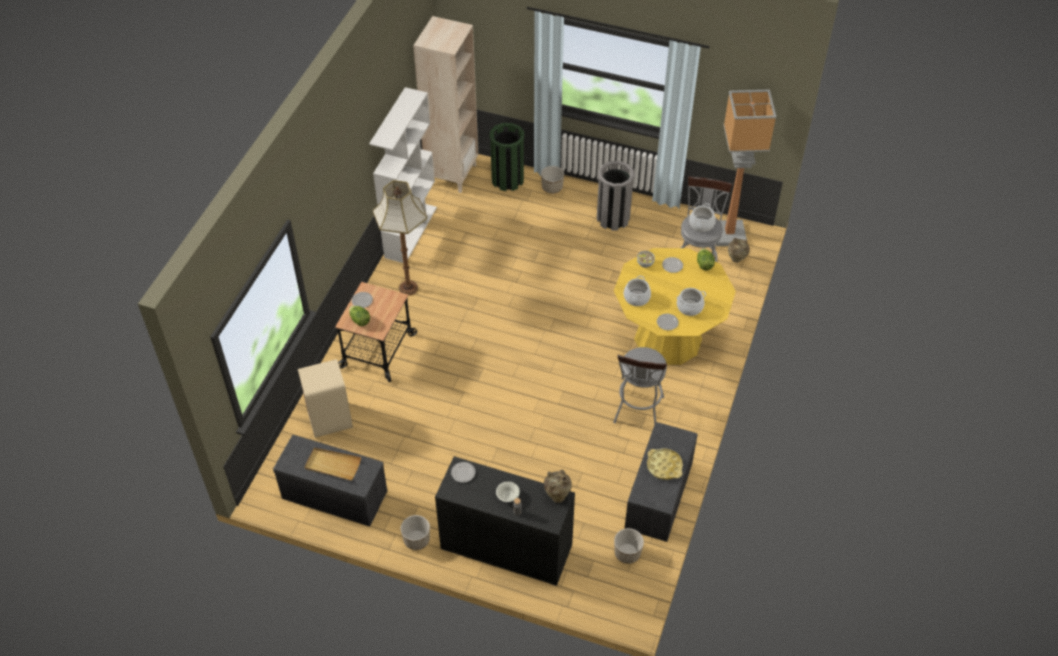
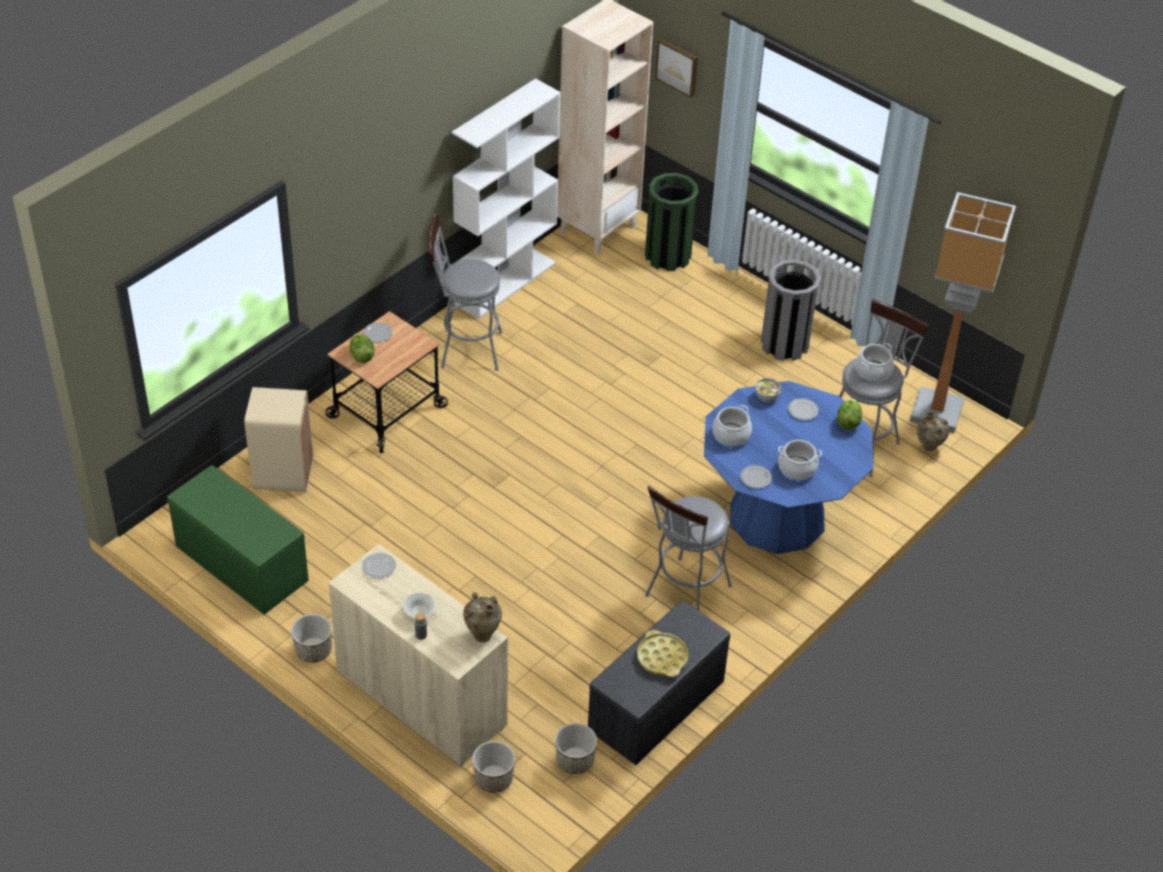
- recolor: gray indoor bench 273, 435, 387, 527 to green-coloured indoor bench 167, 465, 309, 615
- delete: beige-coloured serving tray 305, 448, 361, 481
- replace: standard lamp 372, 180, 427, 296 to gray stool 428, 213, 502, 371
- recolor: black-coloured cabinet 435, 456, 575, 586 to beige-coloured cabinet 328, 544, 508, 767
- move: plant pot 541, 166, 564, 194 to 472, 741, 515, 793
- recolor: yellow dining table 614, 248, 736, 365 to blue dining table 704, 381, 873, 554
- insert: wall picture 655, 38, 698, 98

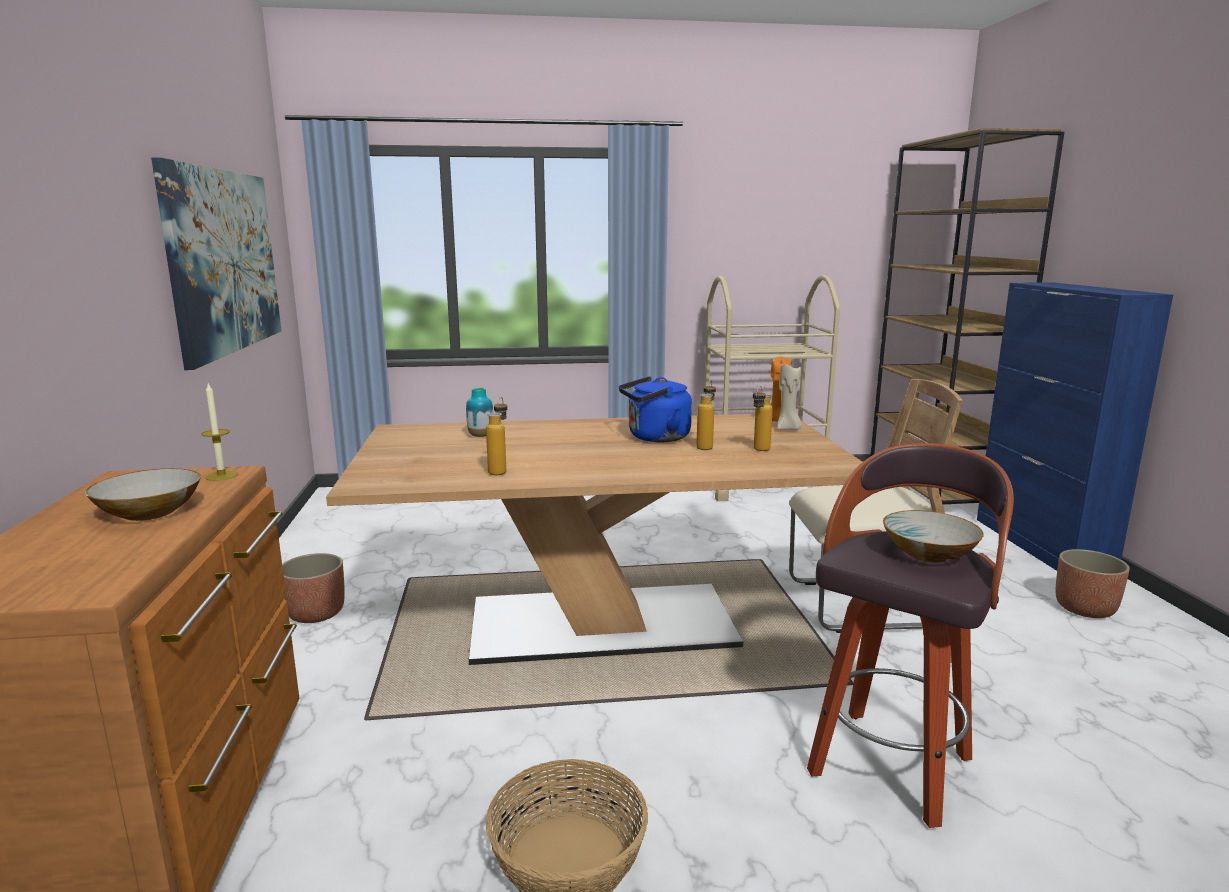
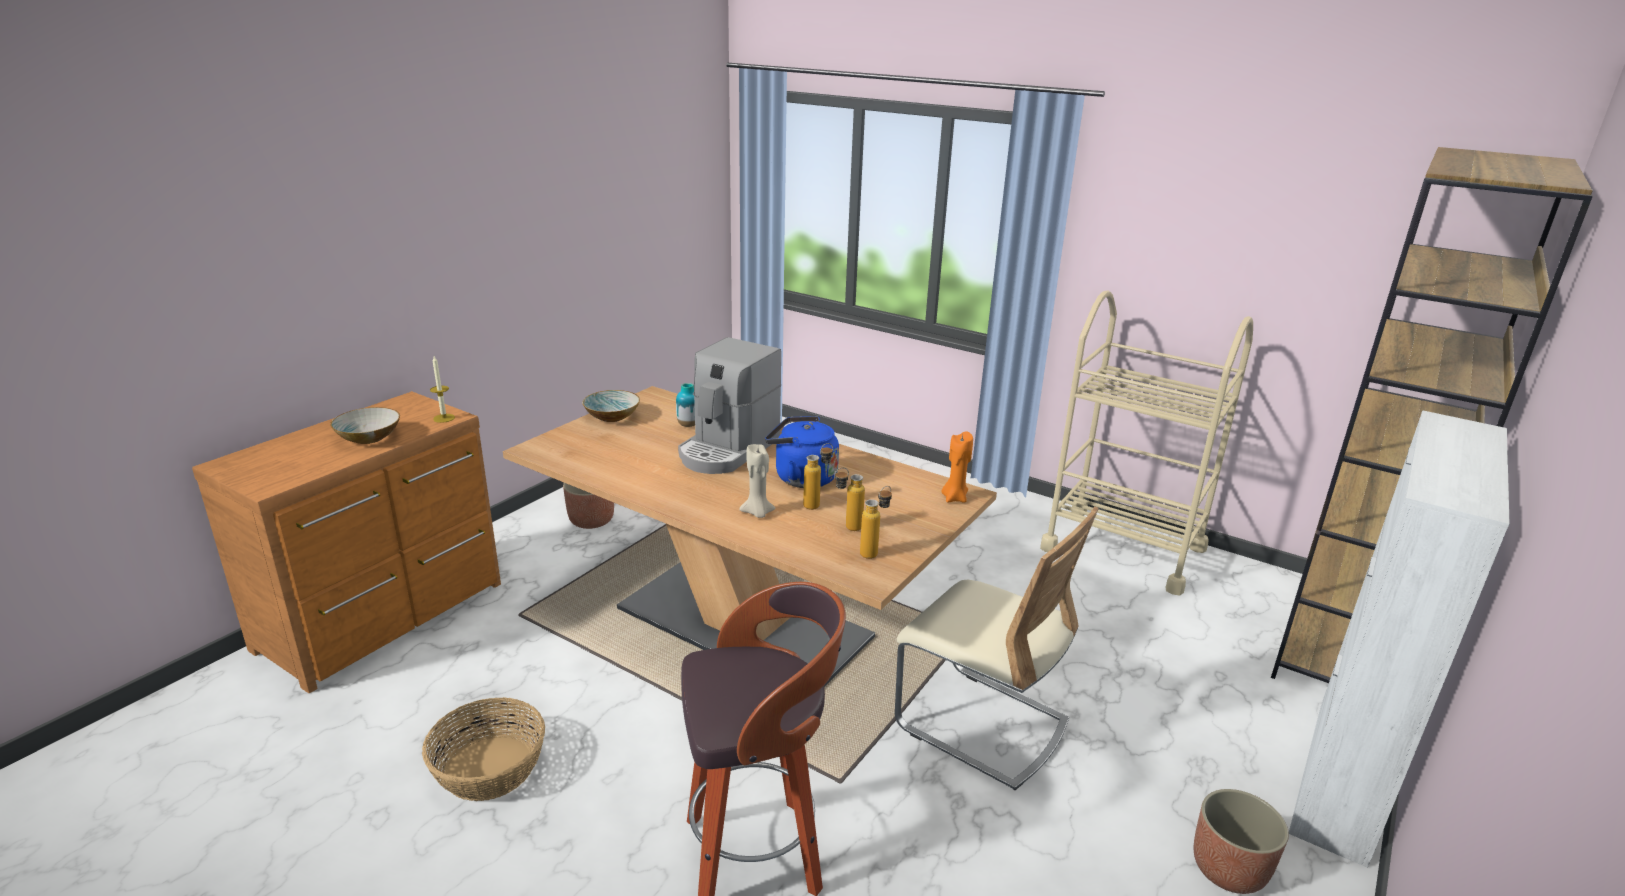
- delete: wall picture 151, 158, 281, 370
- move: beverage bottle 486, 397, 507, 475 to 860, 486, 892, 559
- move: beige-coloured wax candle 776, 364, 802, 430 to 739, 444, 775, 518
- move: serving bowl 883, 510, 984, 562 to 582, 390, 640, 422
- recolor: blue cabinet 977, 282, 1173, 571 to white-coloured cabinet 1289, 410, 1510, 868
- insert: coffee brewer 678, 337, 781, 474

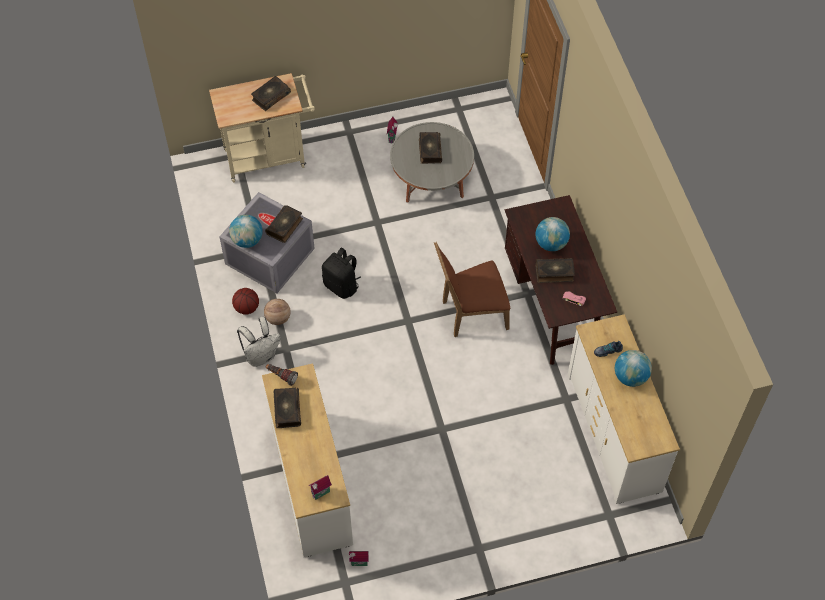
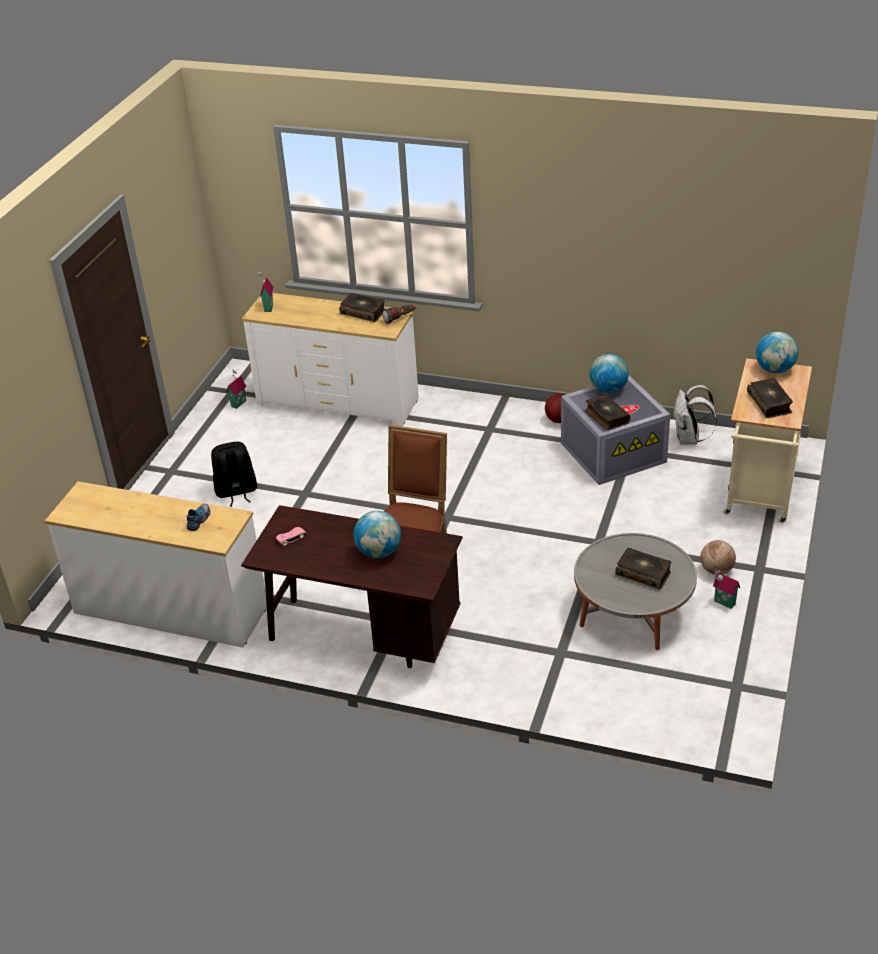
- move: white-coloured rucksack 237, 317, 280, 367 to 673, 385, 717, 445
- move: basketball 264, 299, 291, 325 to 700, 540, 736, 575
- move: black-coloured rucksack 322, 248, 361, 299 to 211, 442, 257, 507
- delete: bound book 536, 258, 575, 283
- move: globe 615, 350, 652, 387 to 756, 332, 798, 374

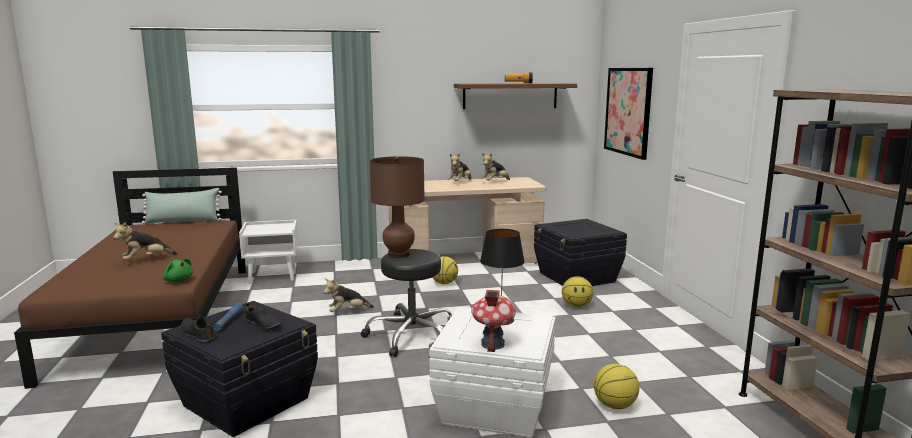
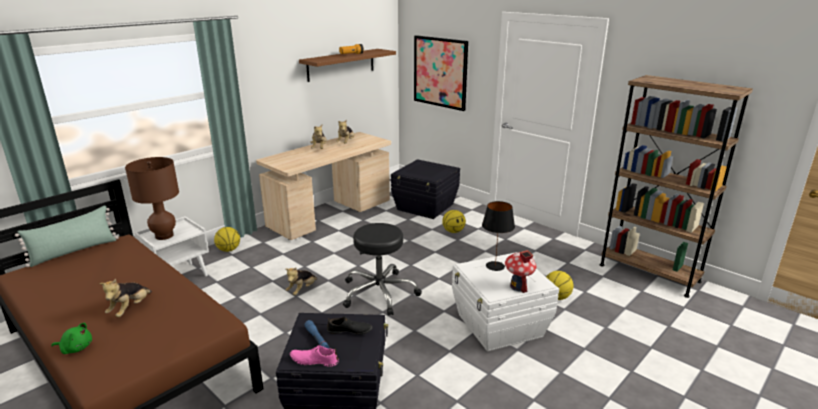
- move: green-coloured plush toy 163, 258, 193, 282 to 51, 322, 92, 354
- recolor: black-coloured shoe 180, 318, 214, 343 to pink-coloured shoe 290, 345, 338, 366
- move: brown-coloured tabletop lamp 369, 156, 425, 258 to 125, 157, 179, 240
- move: basketball 432, 256, 458, 284 to 214, 227, 240, 252

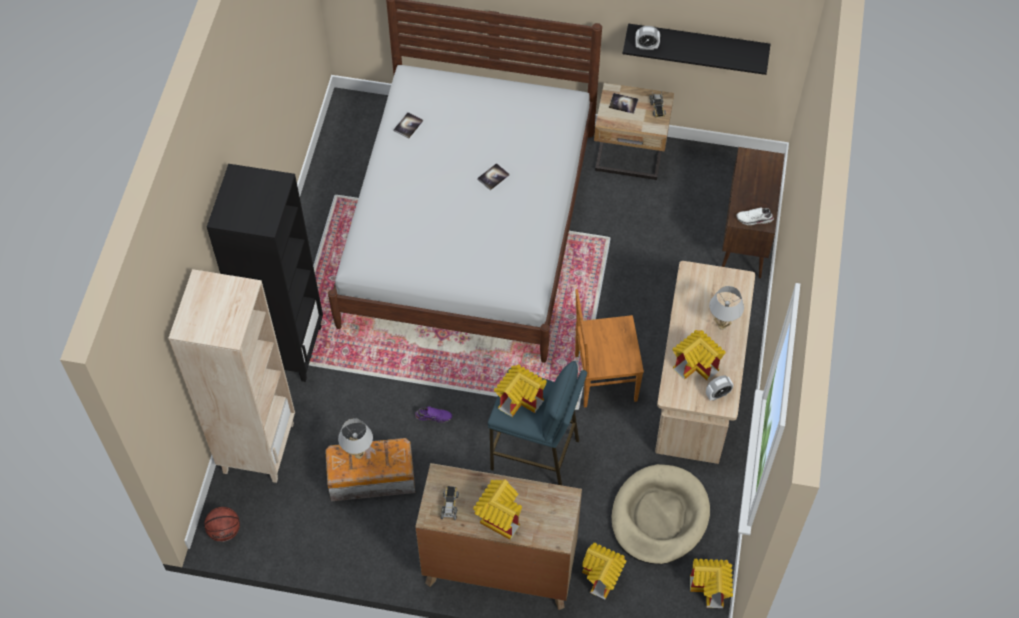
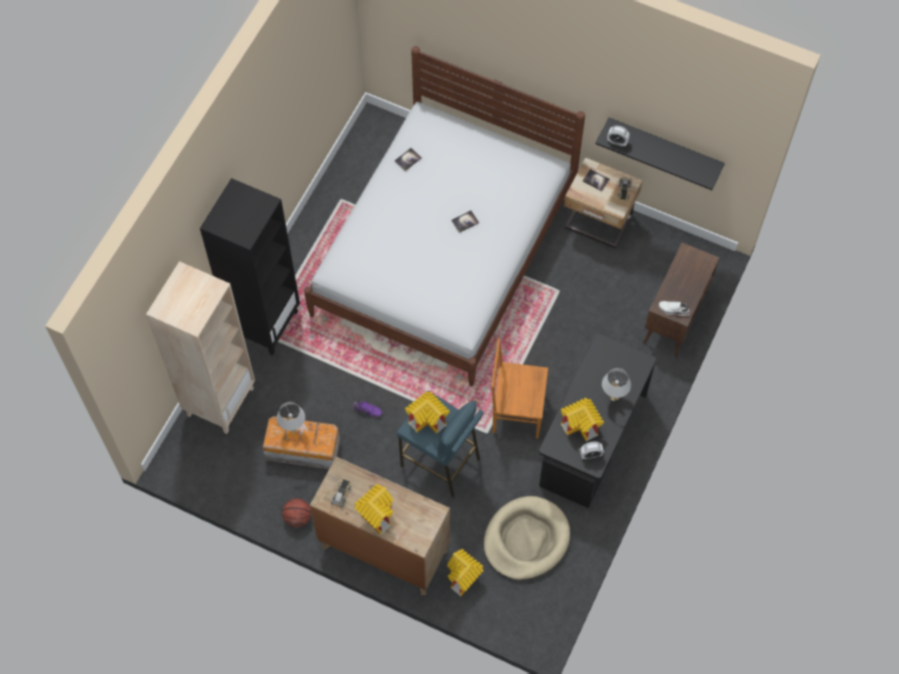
- move: basketball 204, 507, 240, 542 to 282, 498, 311, 527
- recolor: beige-coloured desk unit 655, 261, 755, 464 to black-coloured desk unit 539, 333, 656, 508
- delete: toy house 690, 559, 733, 608

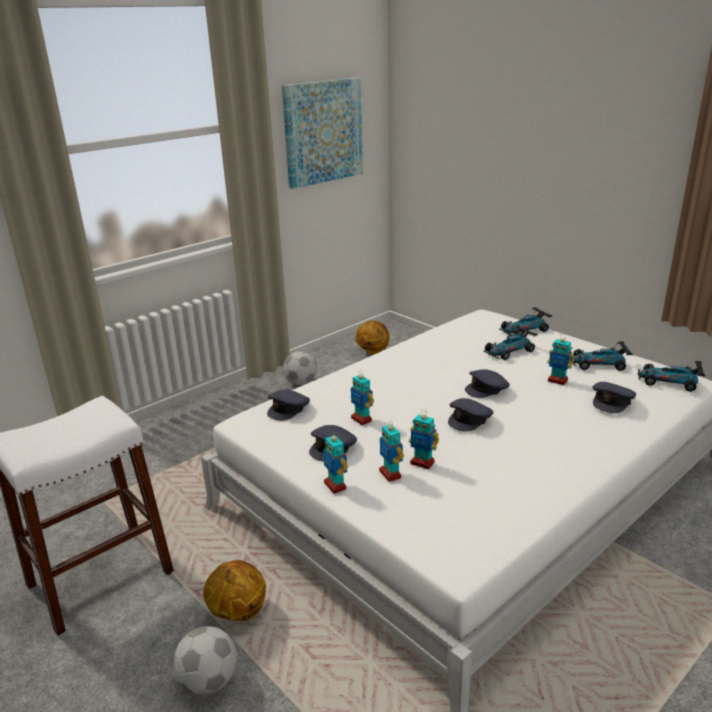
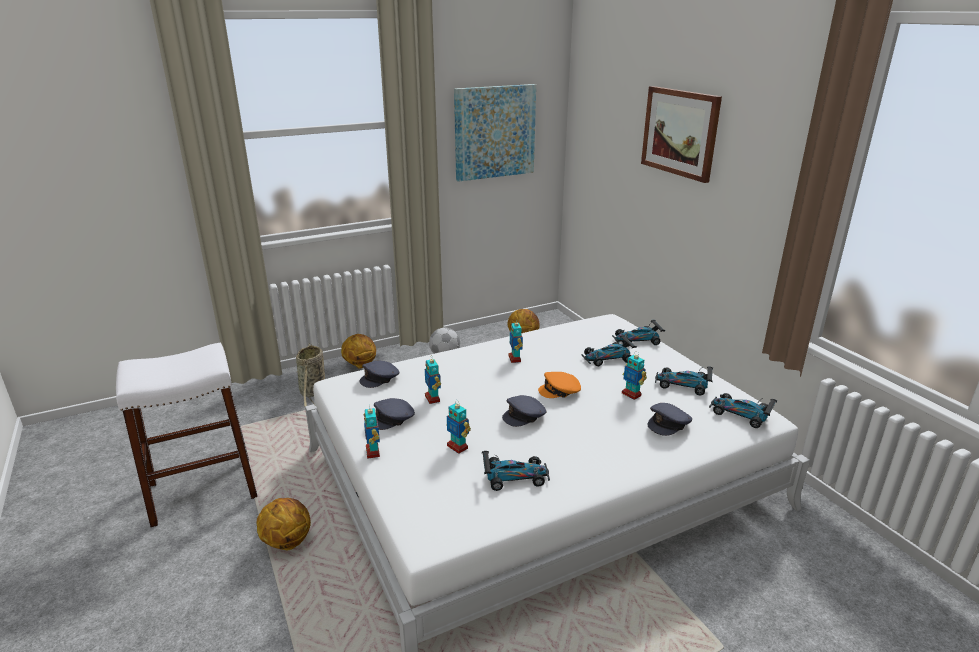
- delete: football ball 173, 626, 237, 695
- move: toy robot 379, 420, 404, 482 to 509, 322, 523, 363
- recolor: gray cap 465, 369, 510, 398 to orange-coloured cap 538, 372, 581, 398
- insert: household basket 296, 343, 325, 407
- insert: basketball 341, 334, 376, 369
- insert: miniature car 482, 451, 550, 491
- insert: wall picture 641, 86, 722, 183

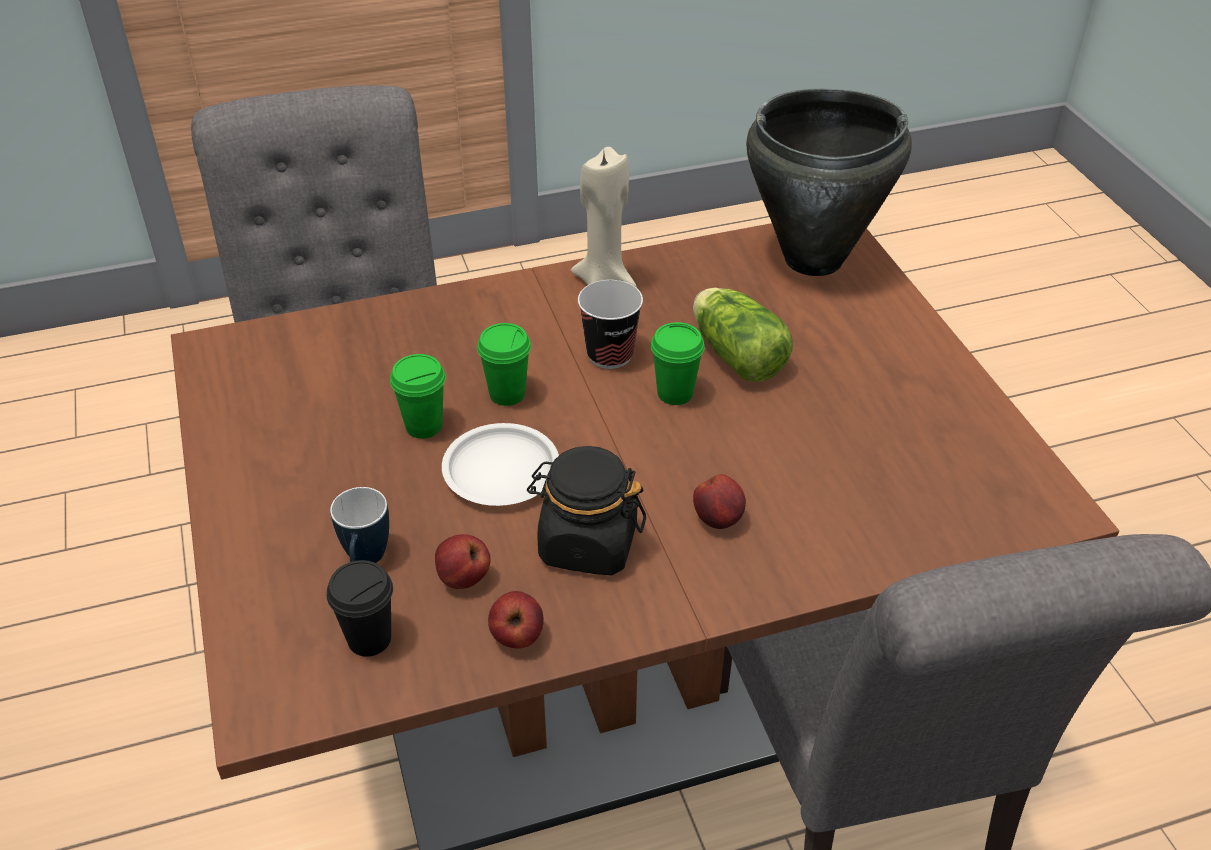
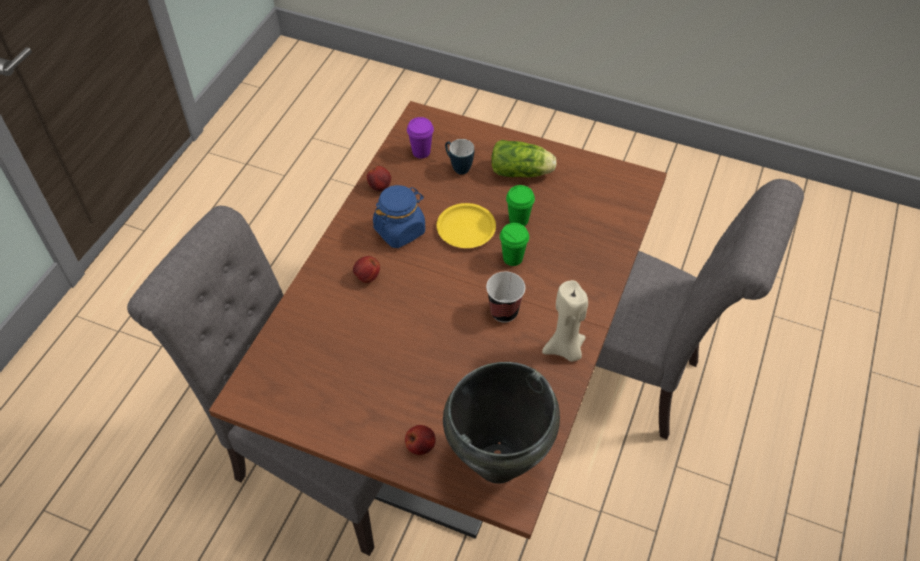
- recolor: black-coloured small cup 327, 560, 393, 657 to purple-coloured small cup 407, 117, 434, 159
- move: whole apple 435, 534, 491, 589 to 405, 425, 436, 455
- recolor: white-coloured dinner plate 442, 423, 559, 506 to yellow dinner plate 437, 203, 496, 248
- recolor: black-coloured preserve jar 527, 446, 646, 576 to blue preserve jar 373, 185, 425, 248
- delete: green-coloured small cup 651, 322, 705, 405
- move: lettuce 693, 288, 793, 382 to 491, 140, 557, 177

